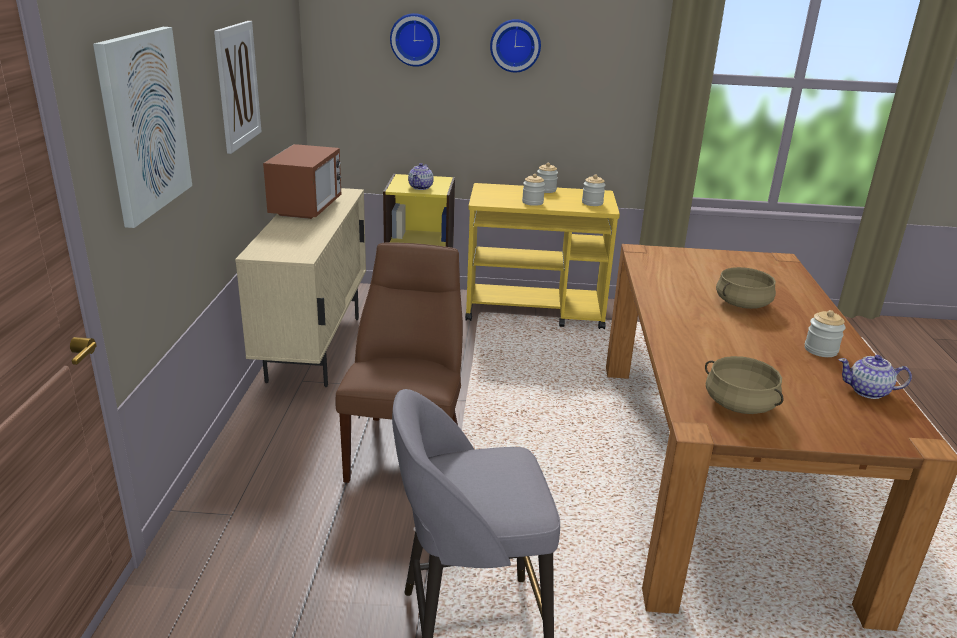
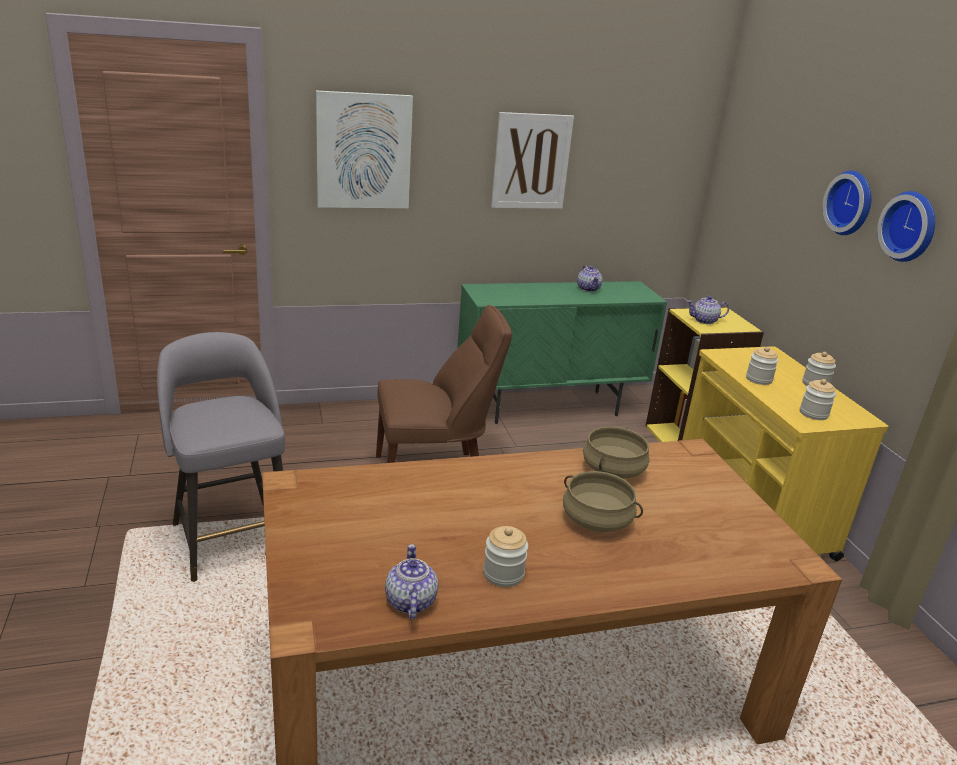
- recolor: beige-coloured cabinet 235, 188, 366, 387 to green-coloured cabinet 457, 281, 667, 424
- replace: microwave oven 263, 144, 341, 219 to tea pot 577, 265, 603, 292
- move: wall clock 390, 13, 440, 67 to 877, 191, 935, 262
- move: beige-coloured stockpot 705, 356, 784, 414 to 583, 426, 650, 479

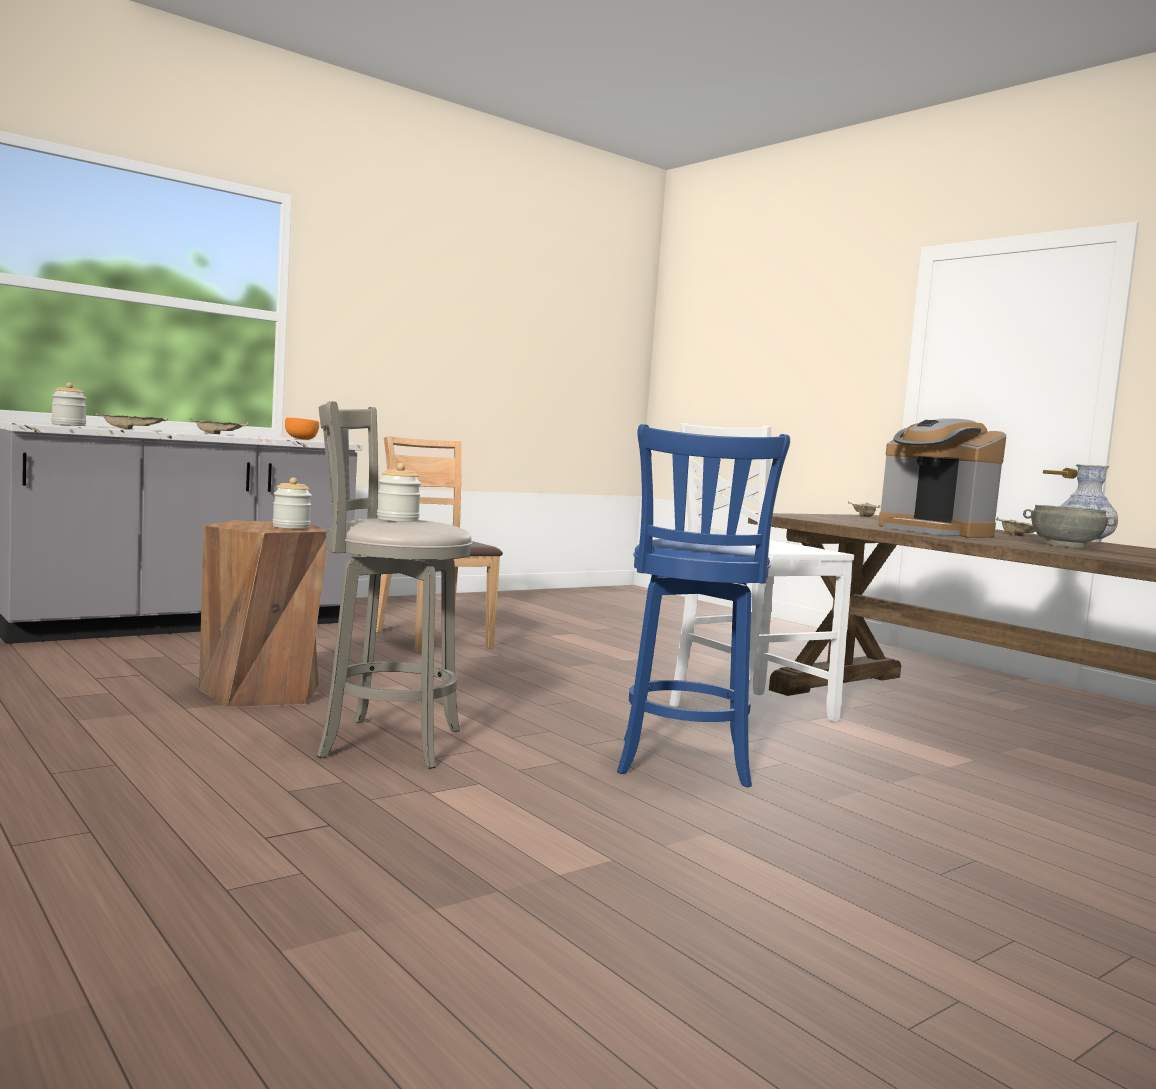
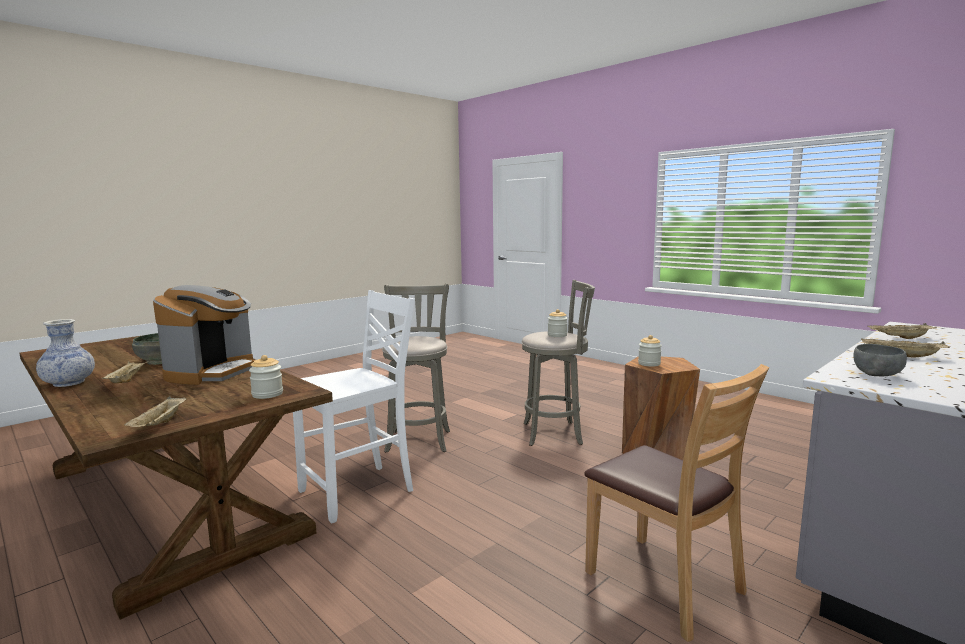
- move: preserve jar 51, 382, 87, 426 to 249, 355, 283, 399
- recolor: orange-coloured serving bowl 285, 418, 319, 440 to gray serving bowl 853, 344, 907, 376
- recolor: blue stool 617, 424, 790, 788 to gray stool 382, 284, 450, 452
- rotate: coffee brewer 878, 419, 1007, 538 = 153, 285, 255, 385 60 degrees clockwise

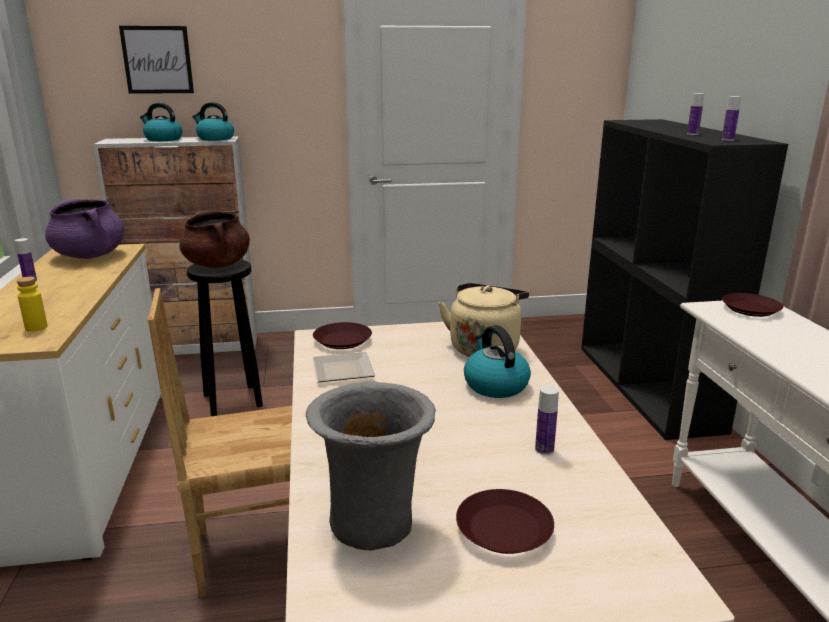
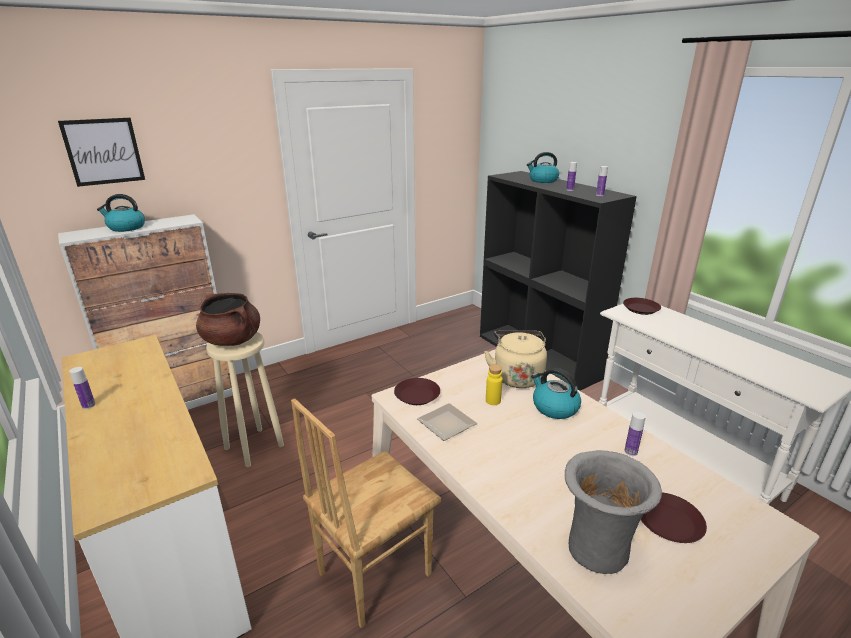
- move: yellow beverage bottle 16, 277, 48, 332 to 486, 365, 502, 405
- delete: purple-coloured stockpot 45, 199, 124, 259
- recolor: black-coloured stool 187, 259, 263, 416 to beige-coloured stool 206, 332, 284, 467
- move: water kettle 193, 102, 234, 141 to 527, 152, 559, 183

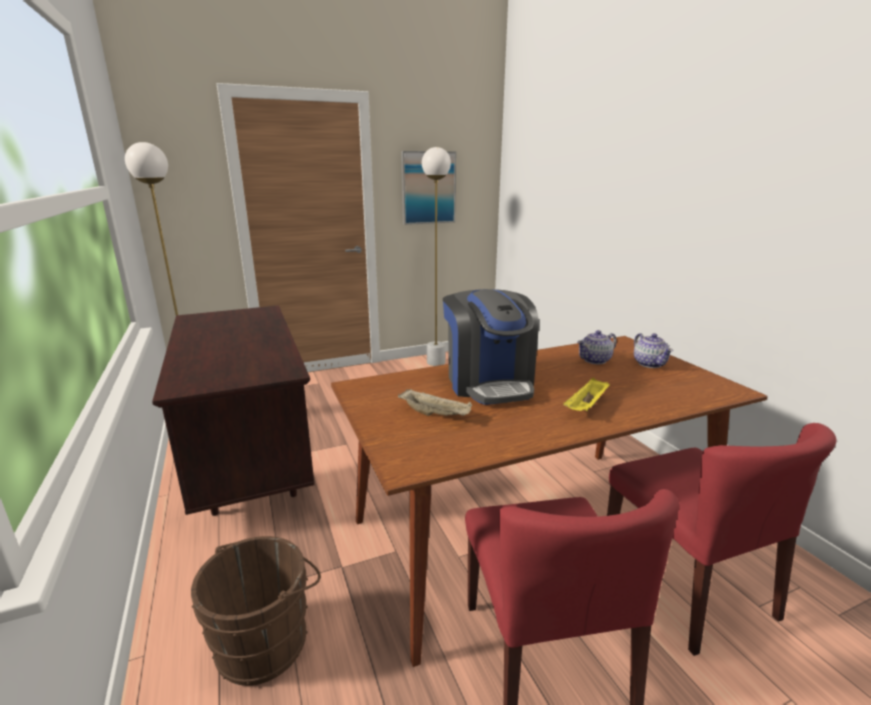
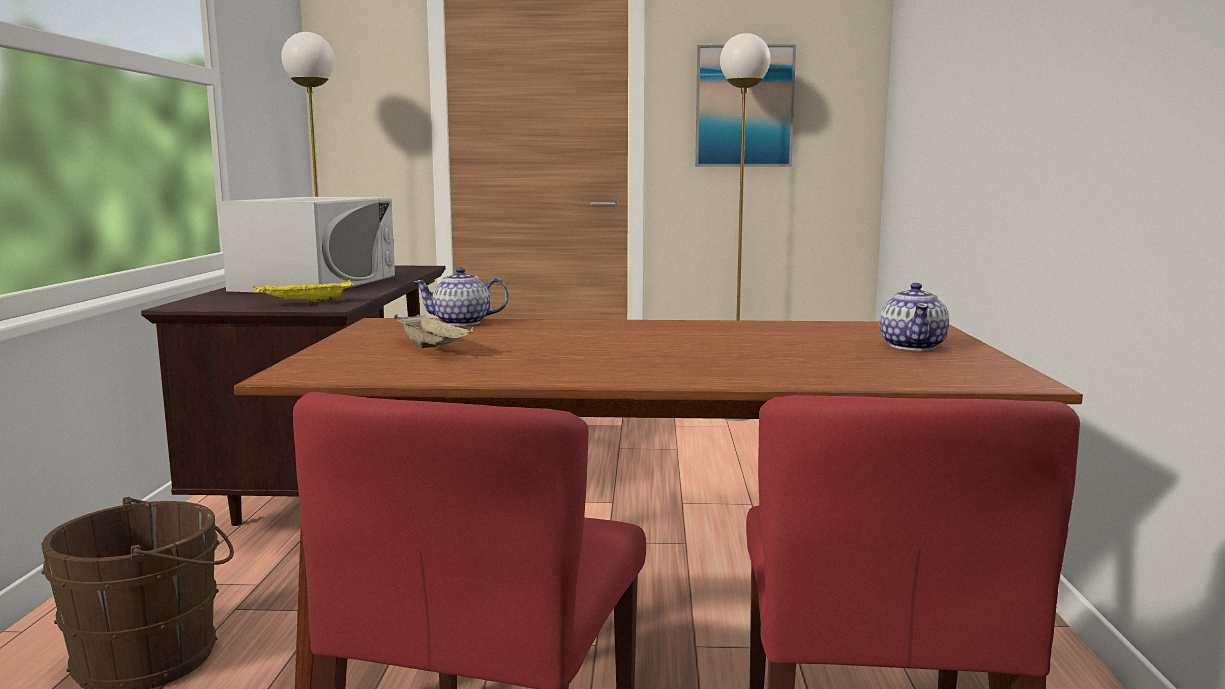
- delete: coffee brewer 443, 289, 539, 405
- move: yellow serving tray 563, 378, 610, 411 to 253, 279, 354, 304
- move: tea pot 577, 330, 617, 364 to 413, 267, 509, 326
- insert: white-coloured microwave oven 219, 197, 395, 293

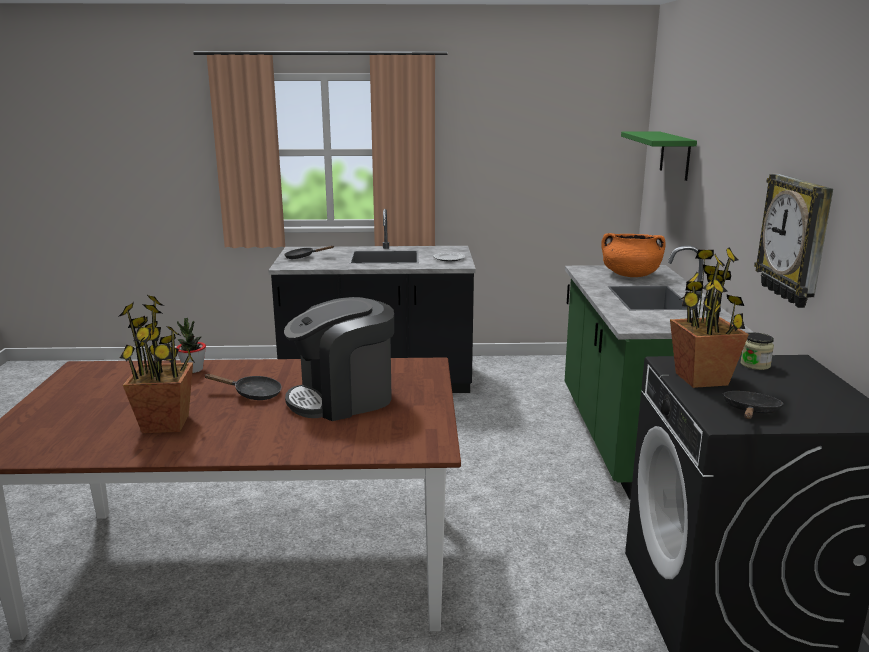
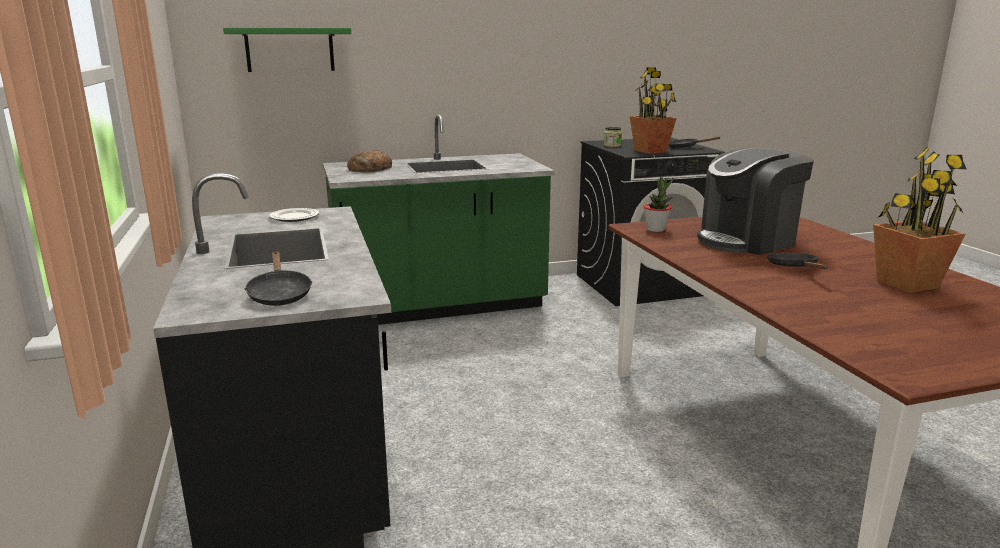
- move: potted plant 176, 318, 206, 373 to 643, 177, 674, 232
- rotate: coffee brewer 284, 297, 394, 421 = 697, 147, 814, 255 105 degrees clockwise
- replace: orange-coloured stockpot 601, 233, 666, 277 to baked bread 347, 150, 392, 173
- delete: wall clock 754, 174, 833, 308

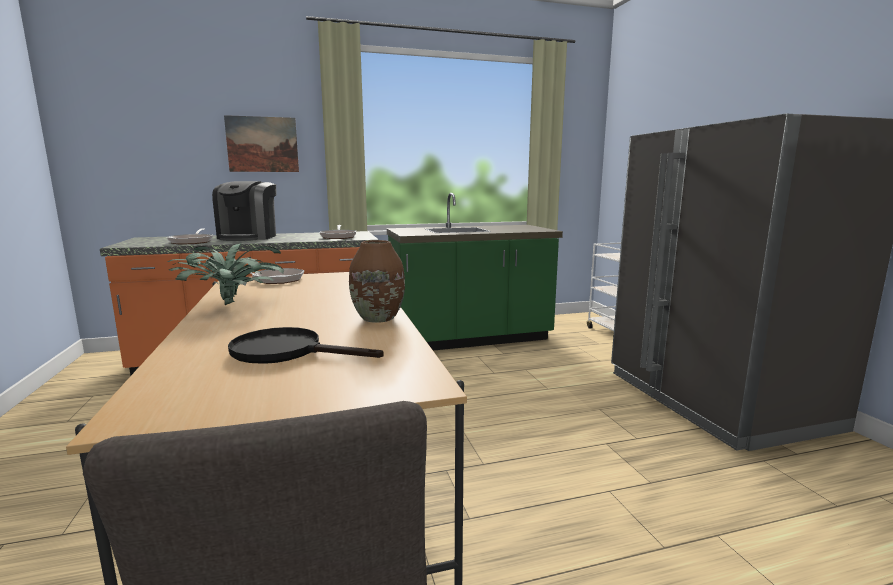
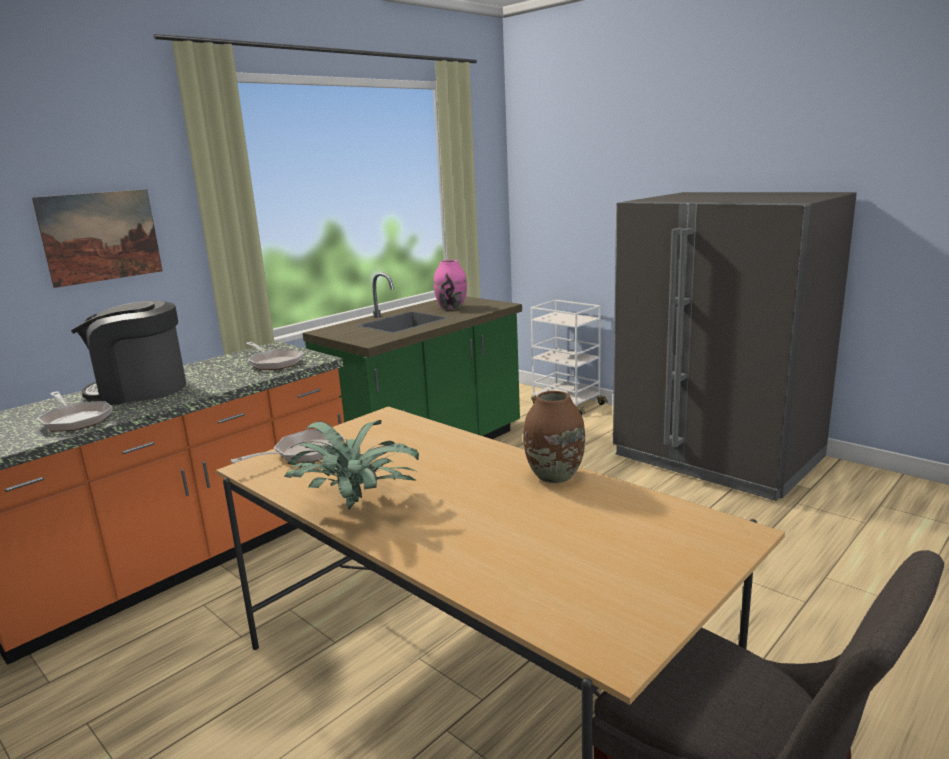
- rotate: coffee brewer 212, 181, 276, 241 = 70, 300, 186, 405 105 degrees clockwise
- delete: black-coloured frying pan 228, 327, 384, 364
- insert: pink-coloured vase 434, 260, 467, 310

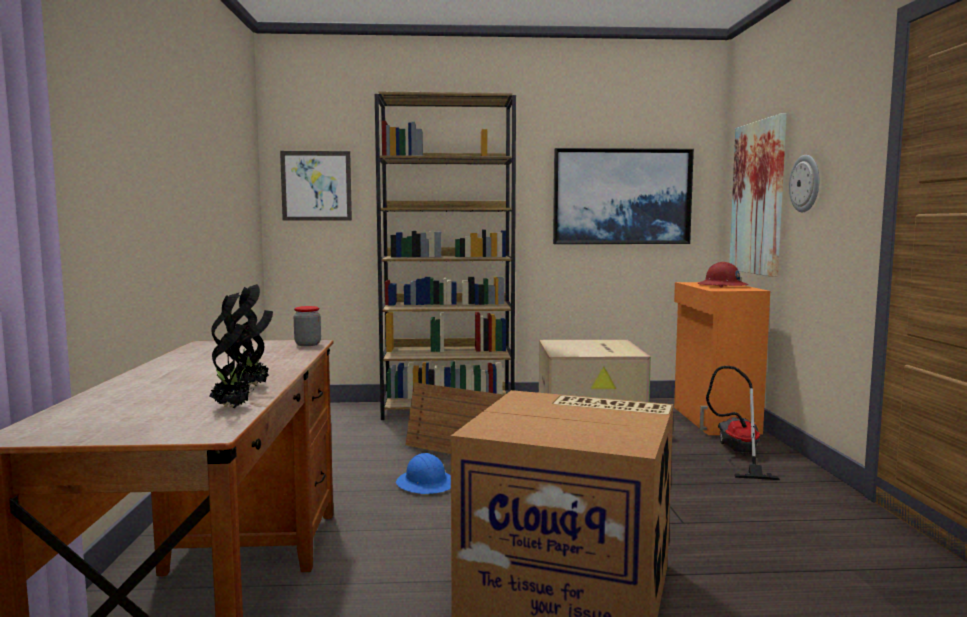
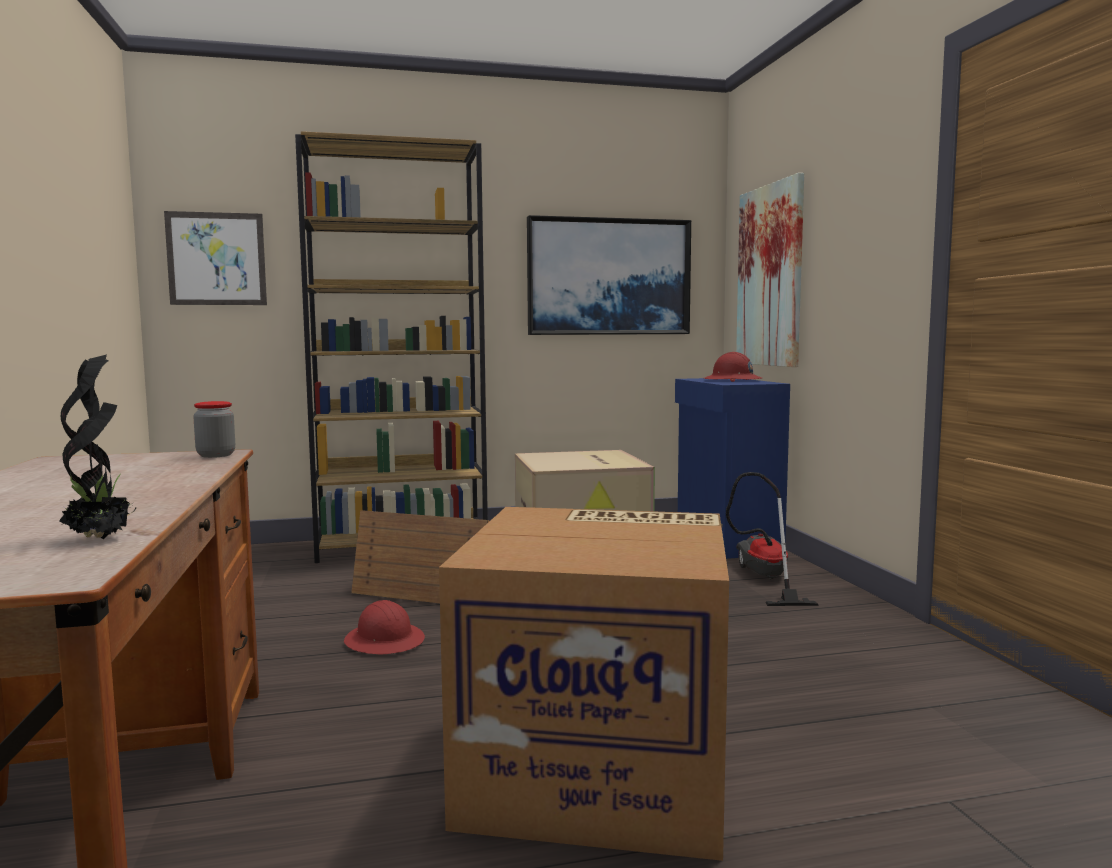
- delete: potted plant 226, 284, 273, 386
- recolor: blue safety helmet 396, 453, 451, 494 to reddish safety helmet 344, 600, 425, 655
- recolor: orange-coloured cabinet 674, 282, 770, 435 to blue cabinet 675, 378, 790, 559
- delete: wall clock 789, 155, 819, 212

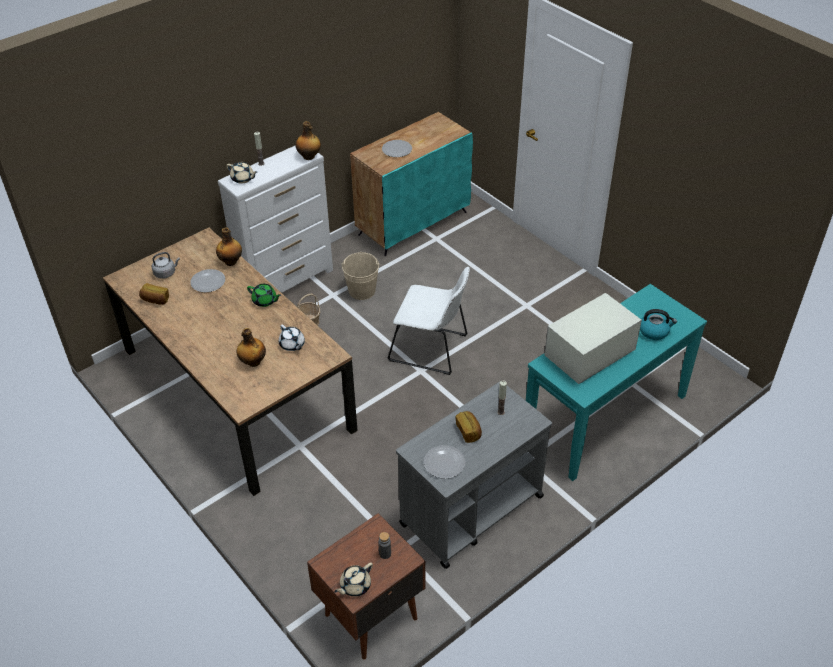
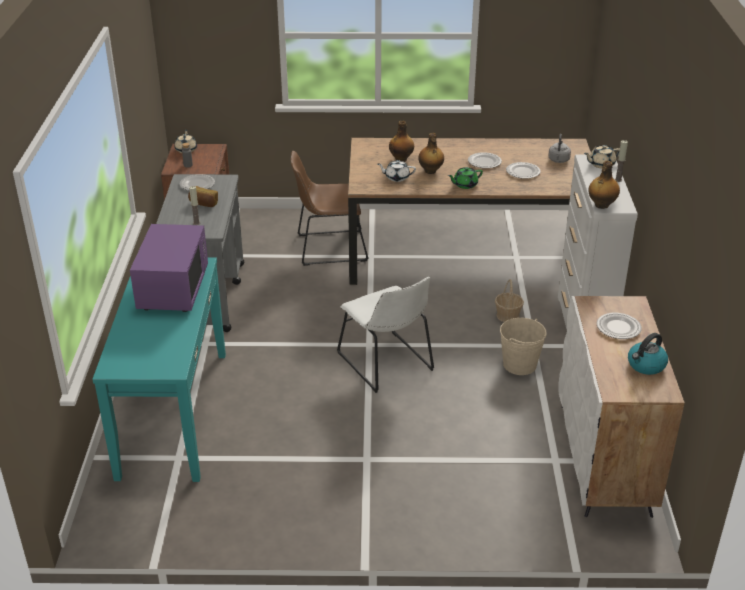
- delete: baked bread 139, 283, 169, 305
- move: beverage bottle 216, 227, 242, 266 to 418, 133, 444, 174
- recolor: blue-green cabinet 350, 112, 473, 256 to white-coloured cabinet 558, 296, 685, 518
- rotate: white-coloured plain chair 387, 267, 470, 375 = 337, 277, 434, 393 90 degrees counterclockwise
- recolor: white-coloured microwave oven 545, 293, 642, 384 to purple-coloured microwave oven 130, 224, 208, 312
- move: water kettle 640, 309, 677, 340 to 628, 333, 668, 375
- insert: brown-coloured plain chair 291, 151, 369, 266
- insert: dinner plate 468, 152, 502, 168

